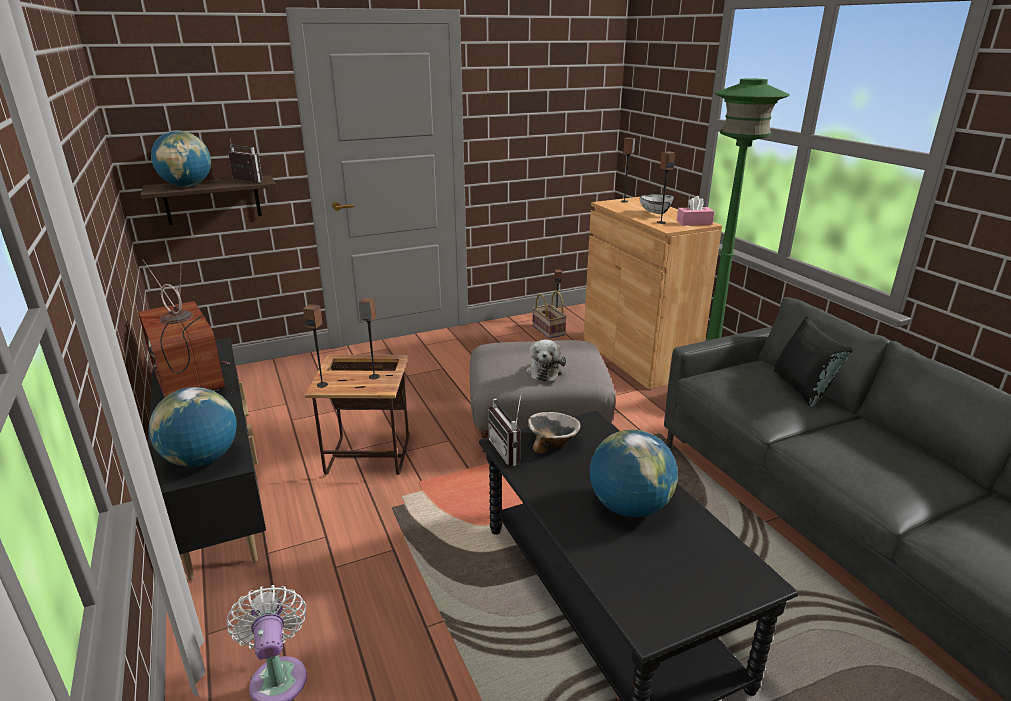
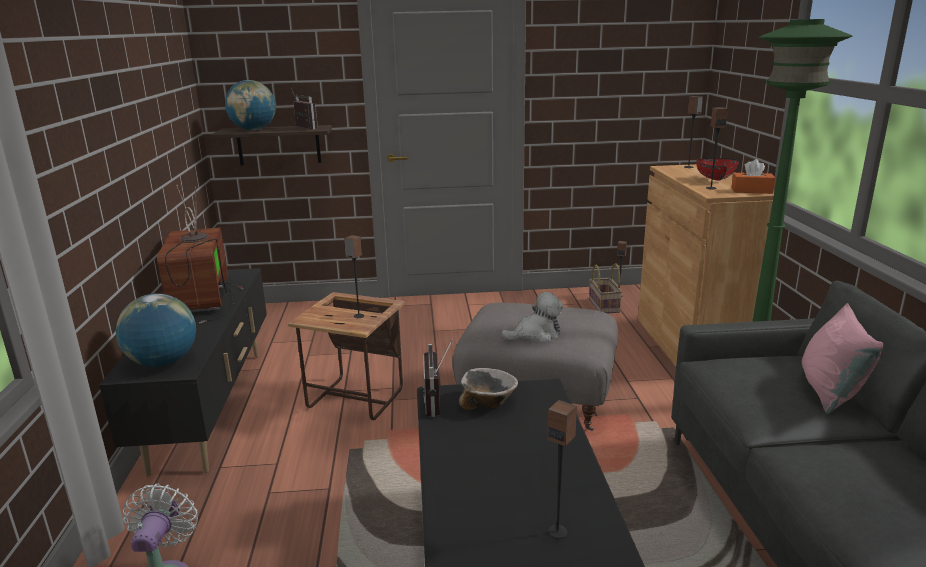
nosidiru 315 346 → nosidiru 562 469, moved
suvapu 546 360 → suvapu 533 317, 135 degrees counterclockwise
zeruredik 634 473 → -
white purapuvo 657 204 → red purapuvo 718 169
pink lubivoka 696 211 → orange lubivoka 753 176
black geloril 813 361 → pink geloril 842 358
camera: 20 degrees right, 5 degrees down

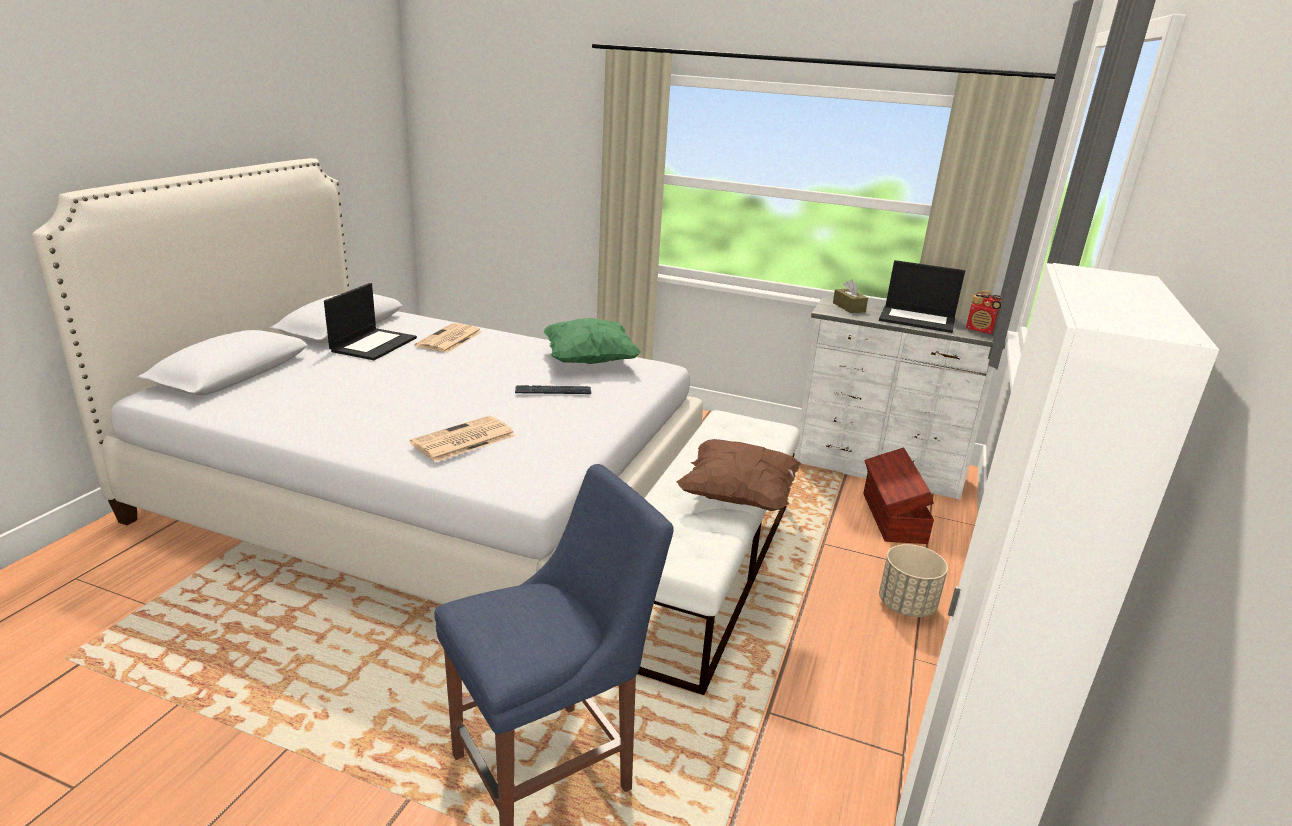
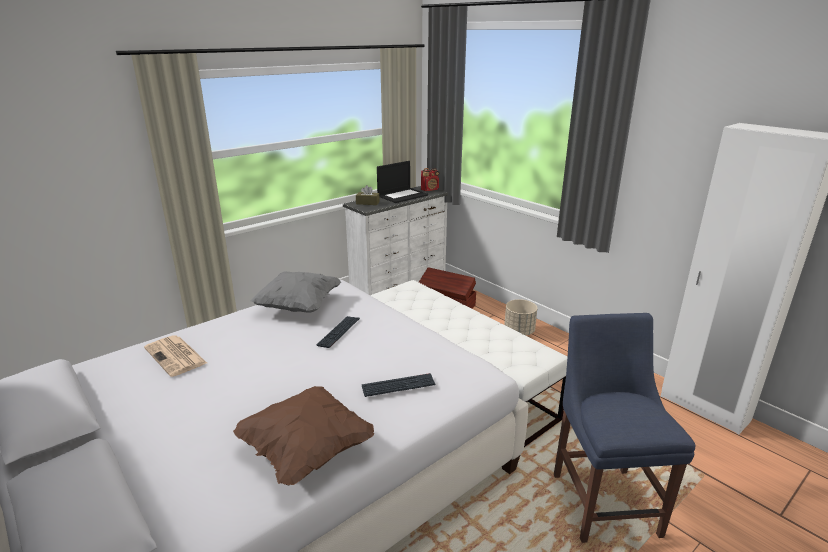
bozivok 370 321 → -
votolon 463 439 → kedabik 399 385
green geloril 592 341 → grey geloril 296 291
brown geloril 739 475 → brown geloril 303 435, moved
camera: 60 degrees left, 0 degrees up

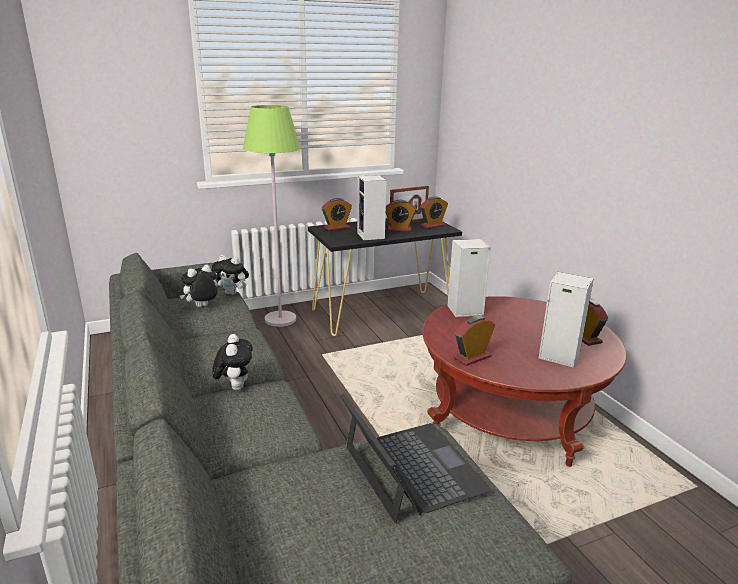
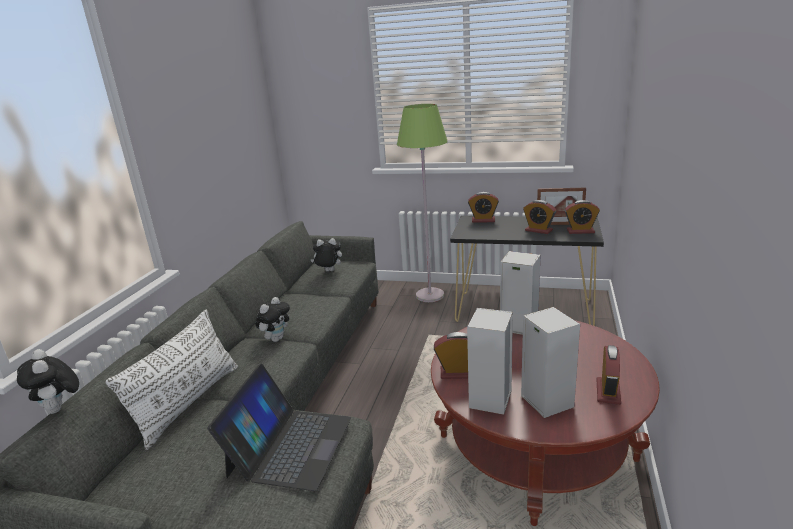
suvapu 230 275 → suvapu 48 381, moved
nosidiru 371 207 → nosidiru 490 361, moved
- → white geloril 171 380
camera: 40 degrees right, 0 degrees up

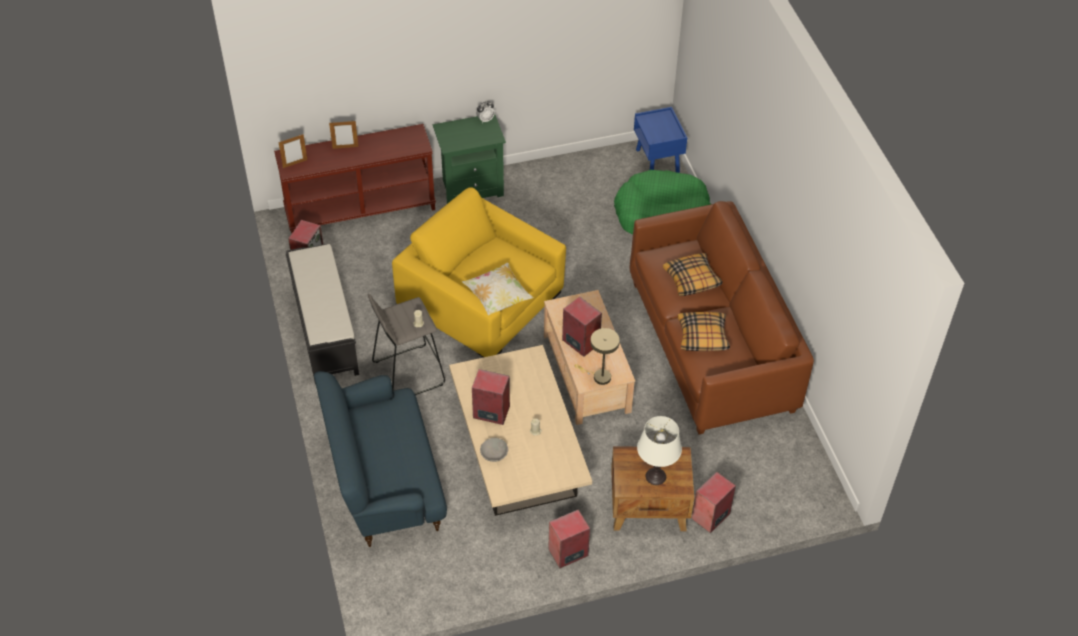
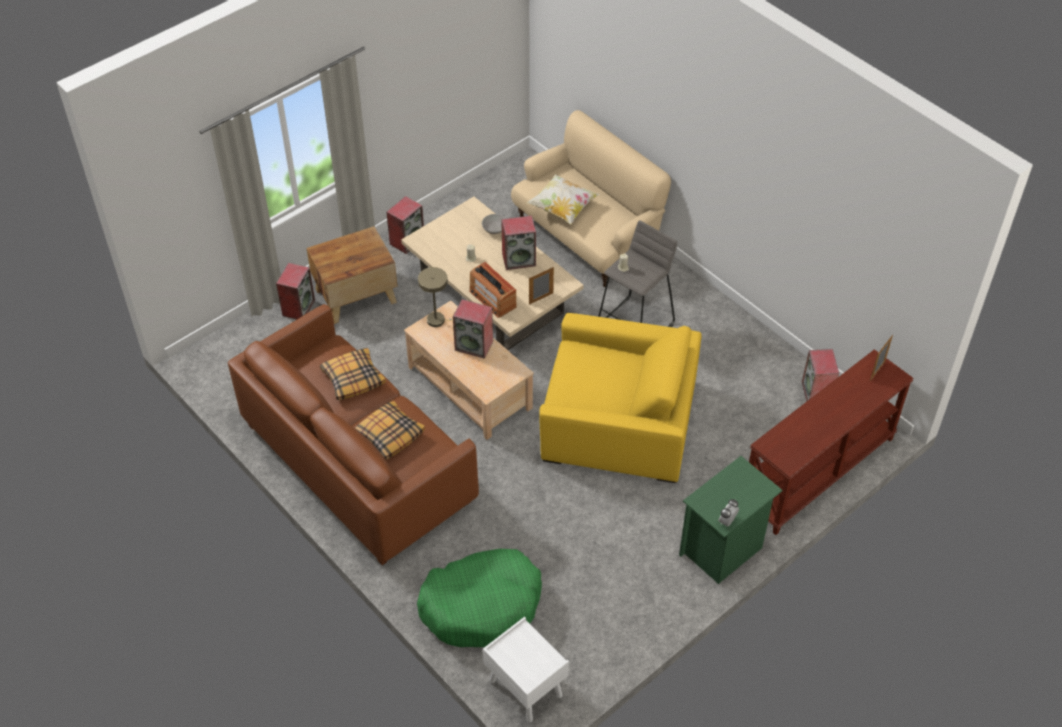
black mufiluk 322 314 → -
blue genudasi 380 459 → beige genudasi 591 198
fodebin 344 135 → fodebin 541 286, moved
geloril 498 289 → geloril 563 199, moved
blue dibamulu 660 140 → white dibamulu 526 669
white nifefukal 659 450 → -
- → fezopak 492 290
camera: 155 degrees right, 0 degrees up

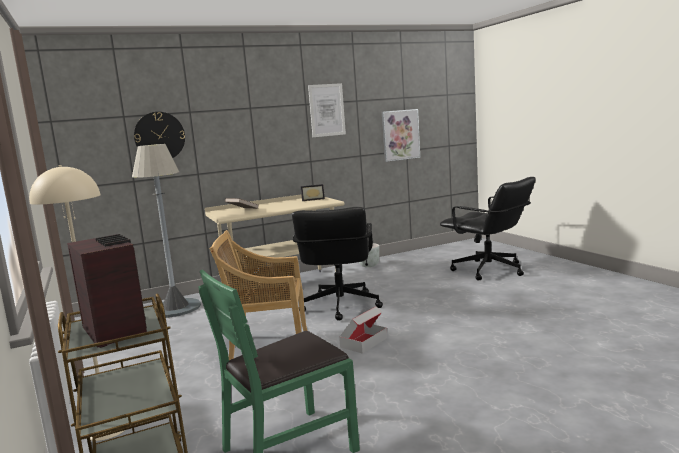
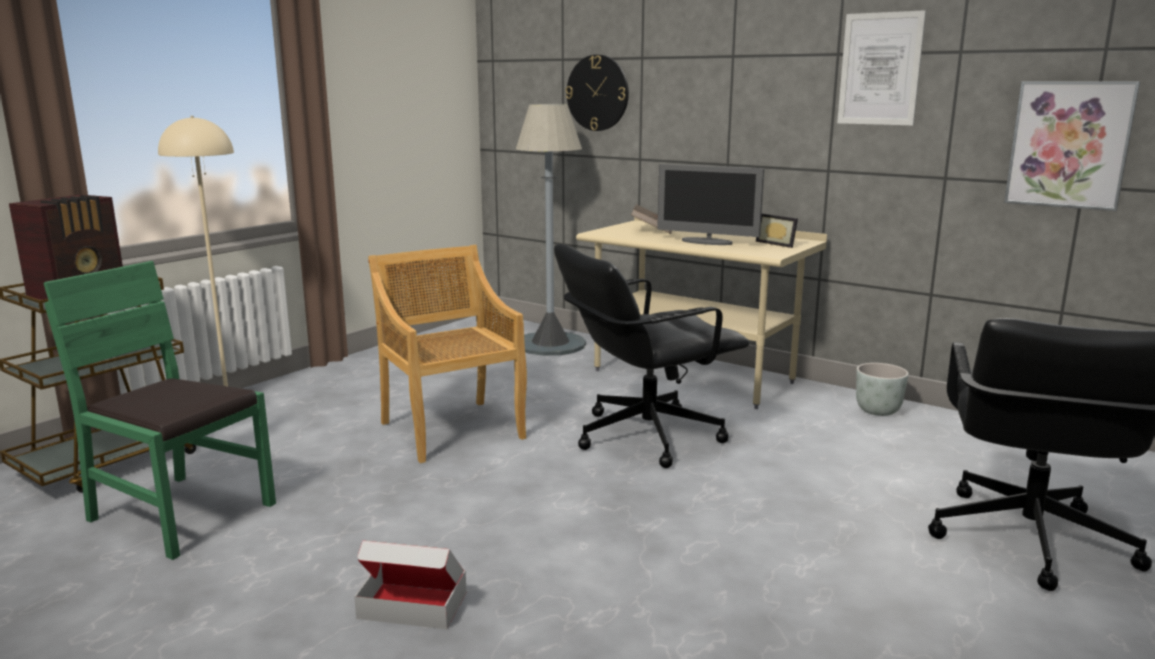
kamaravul 363 330 → kamaravul 410 584, moved
- → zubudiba 710 204
camera: 60 degrees right, 5 degrees up

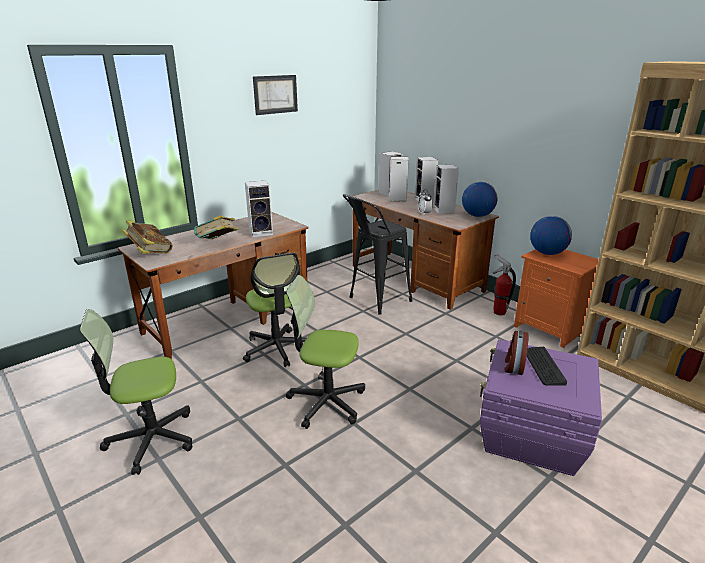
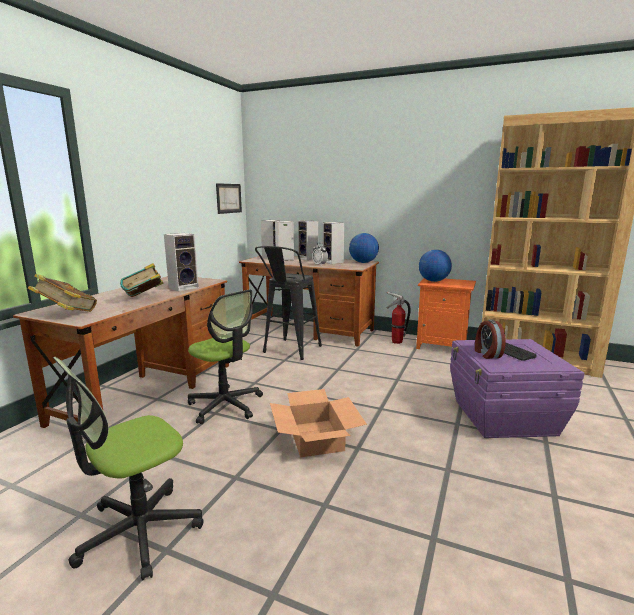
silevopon 275 95 → silevopon 229 198, moved
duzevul 325 352 → kamaravul 318 423
camera: 25 degrees left, 10 degrees down

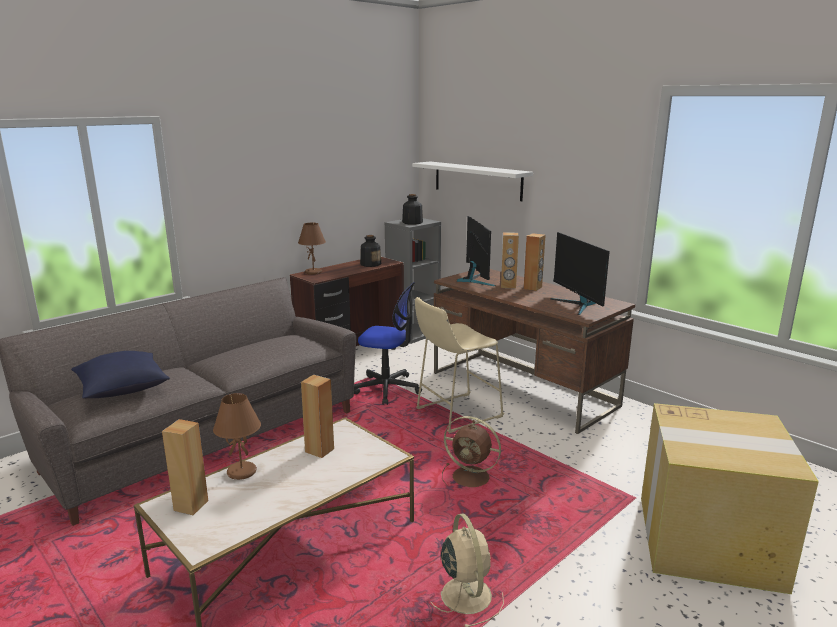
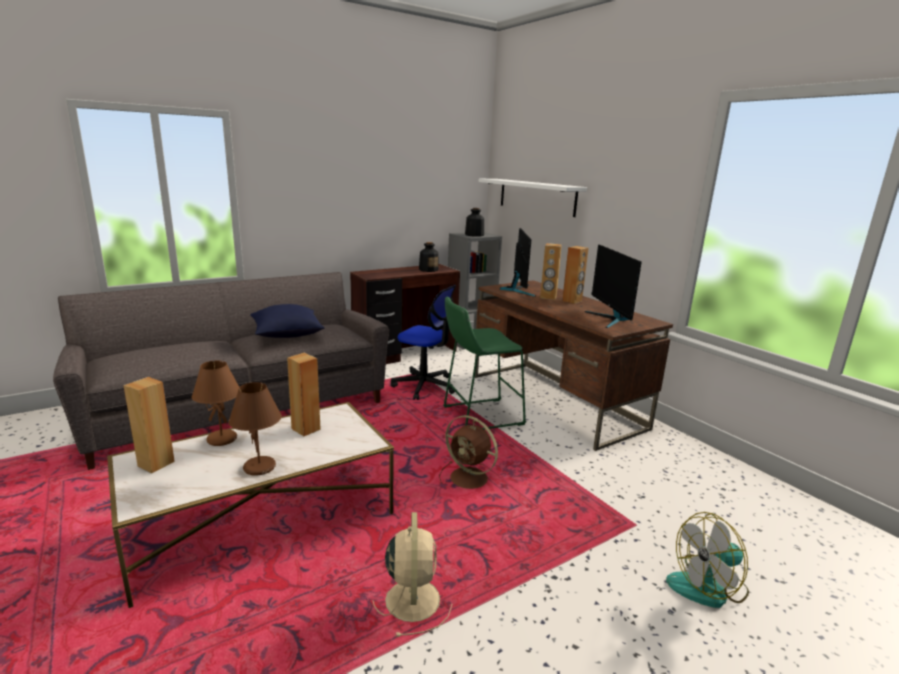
blue geloril 120 374 → blue geloril 287 321, moved
brown nifefukal 312 249 → brown nifefukal 255 429, moved
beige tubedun 459 365 → green tubedun 485 363
kamaravul 730 498 → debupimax 707 560
camera: 10 degrees right, 0 degrees up

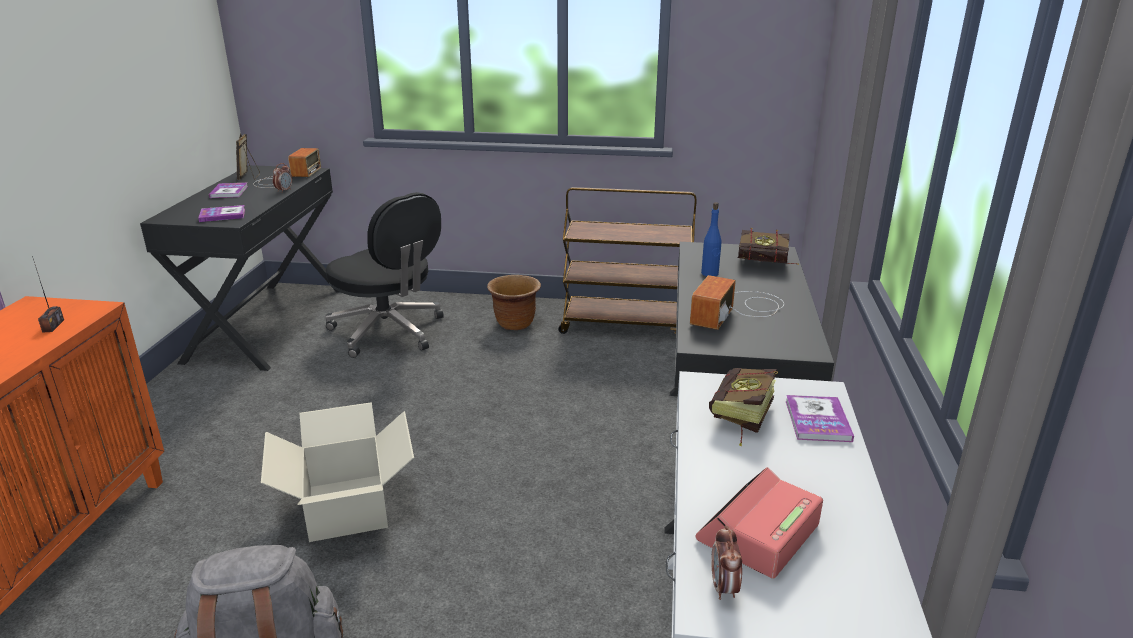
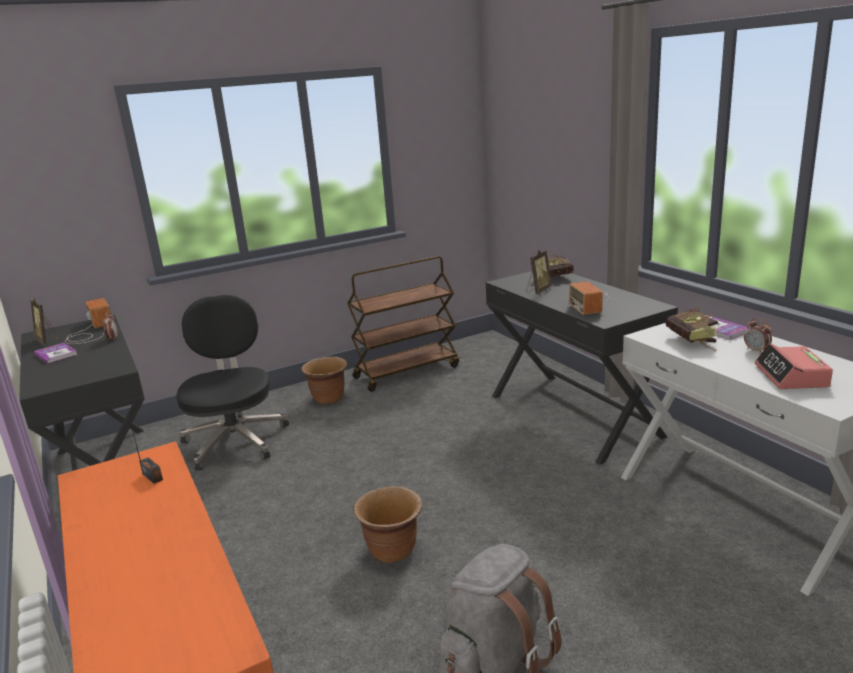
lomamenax 221 213 → -
kamaravul 337 472 → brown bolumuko 387 524
black duzevul 384 275 → black duzevul 232 382, 105 degrees counterclockwise
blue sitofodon 711 239 → fodebin 539 272
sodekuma 726 562 → sodekuma 758 335, moved
camera: 35 degrees left, 5 degrees down

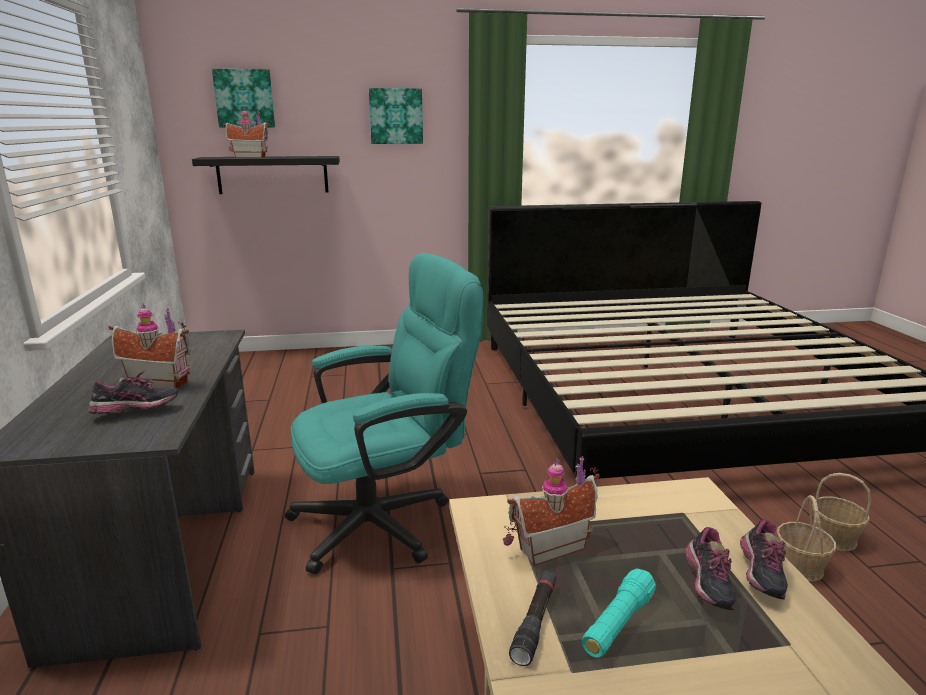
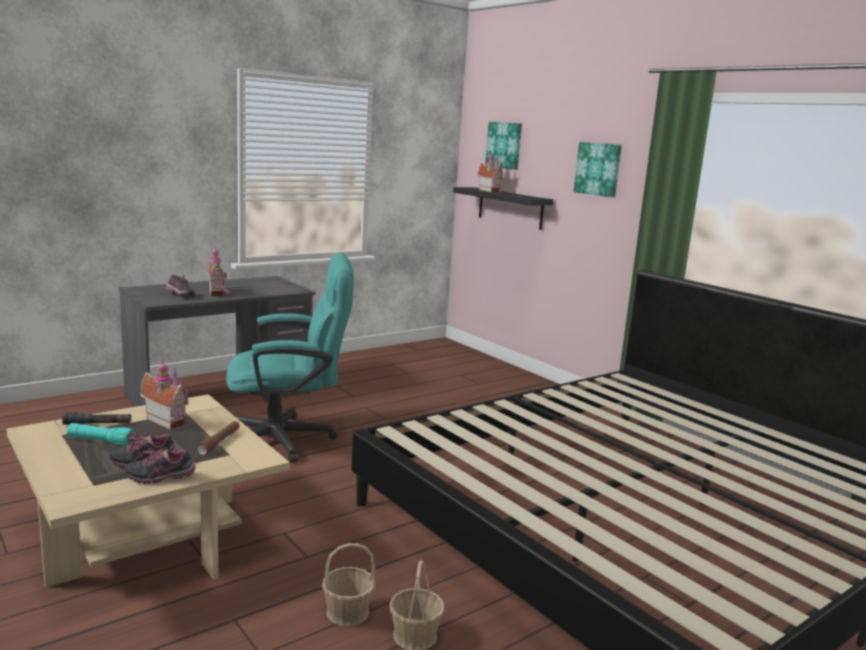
turquoise duzevul 384 413 → turquoise duzevul 290 358, 45 degrees counterclockwise
- → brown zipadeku 218 438
camera: 60 degrees right, 5 degrees down

